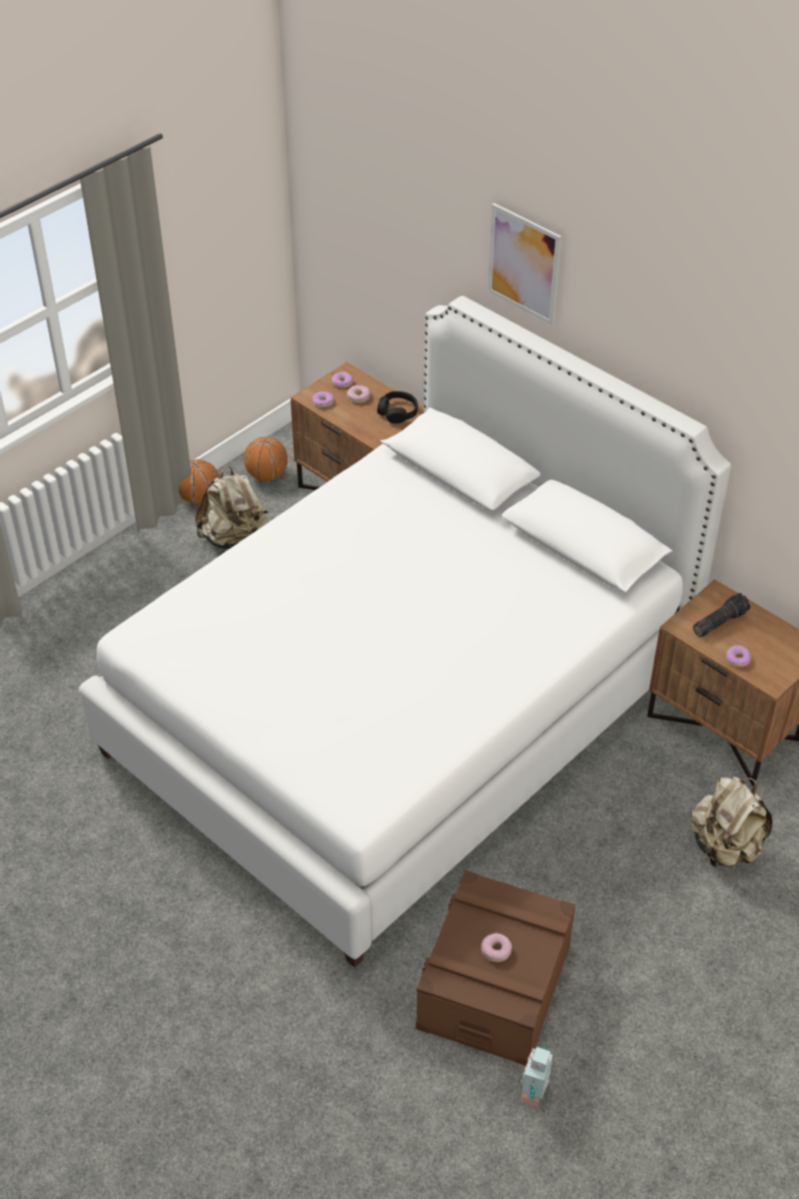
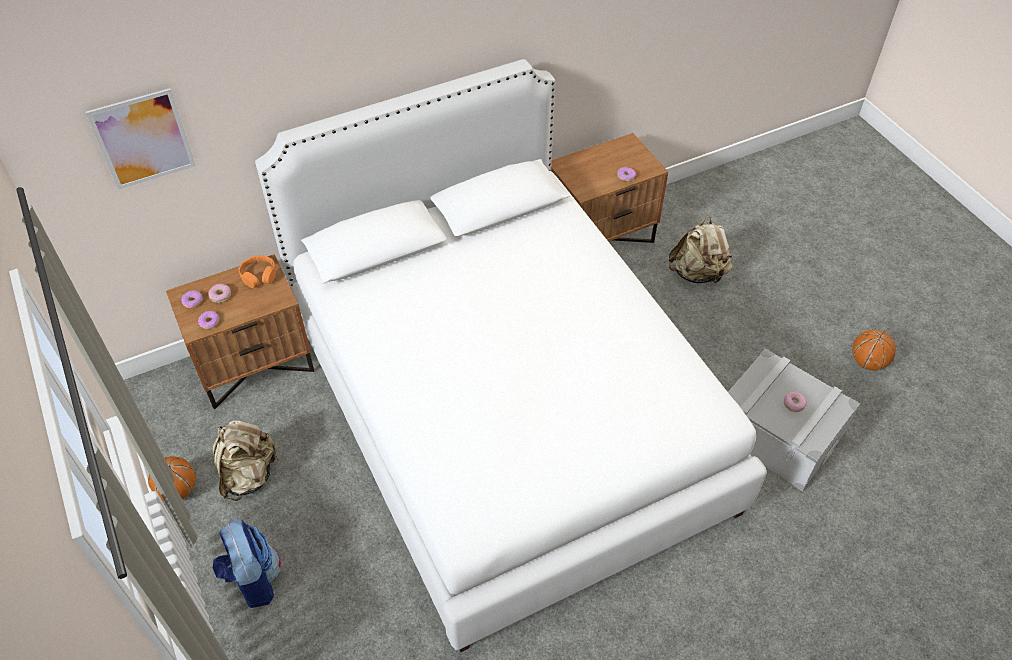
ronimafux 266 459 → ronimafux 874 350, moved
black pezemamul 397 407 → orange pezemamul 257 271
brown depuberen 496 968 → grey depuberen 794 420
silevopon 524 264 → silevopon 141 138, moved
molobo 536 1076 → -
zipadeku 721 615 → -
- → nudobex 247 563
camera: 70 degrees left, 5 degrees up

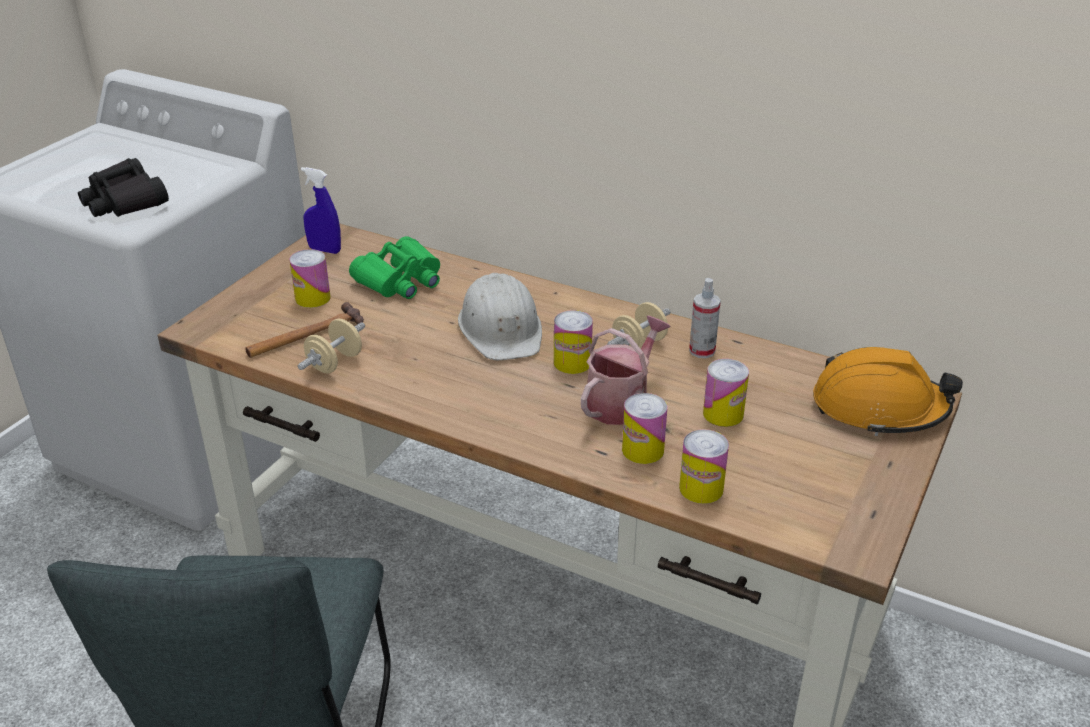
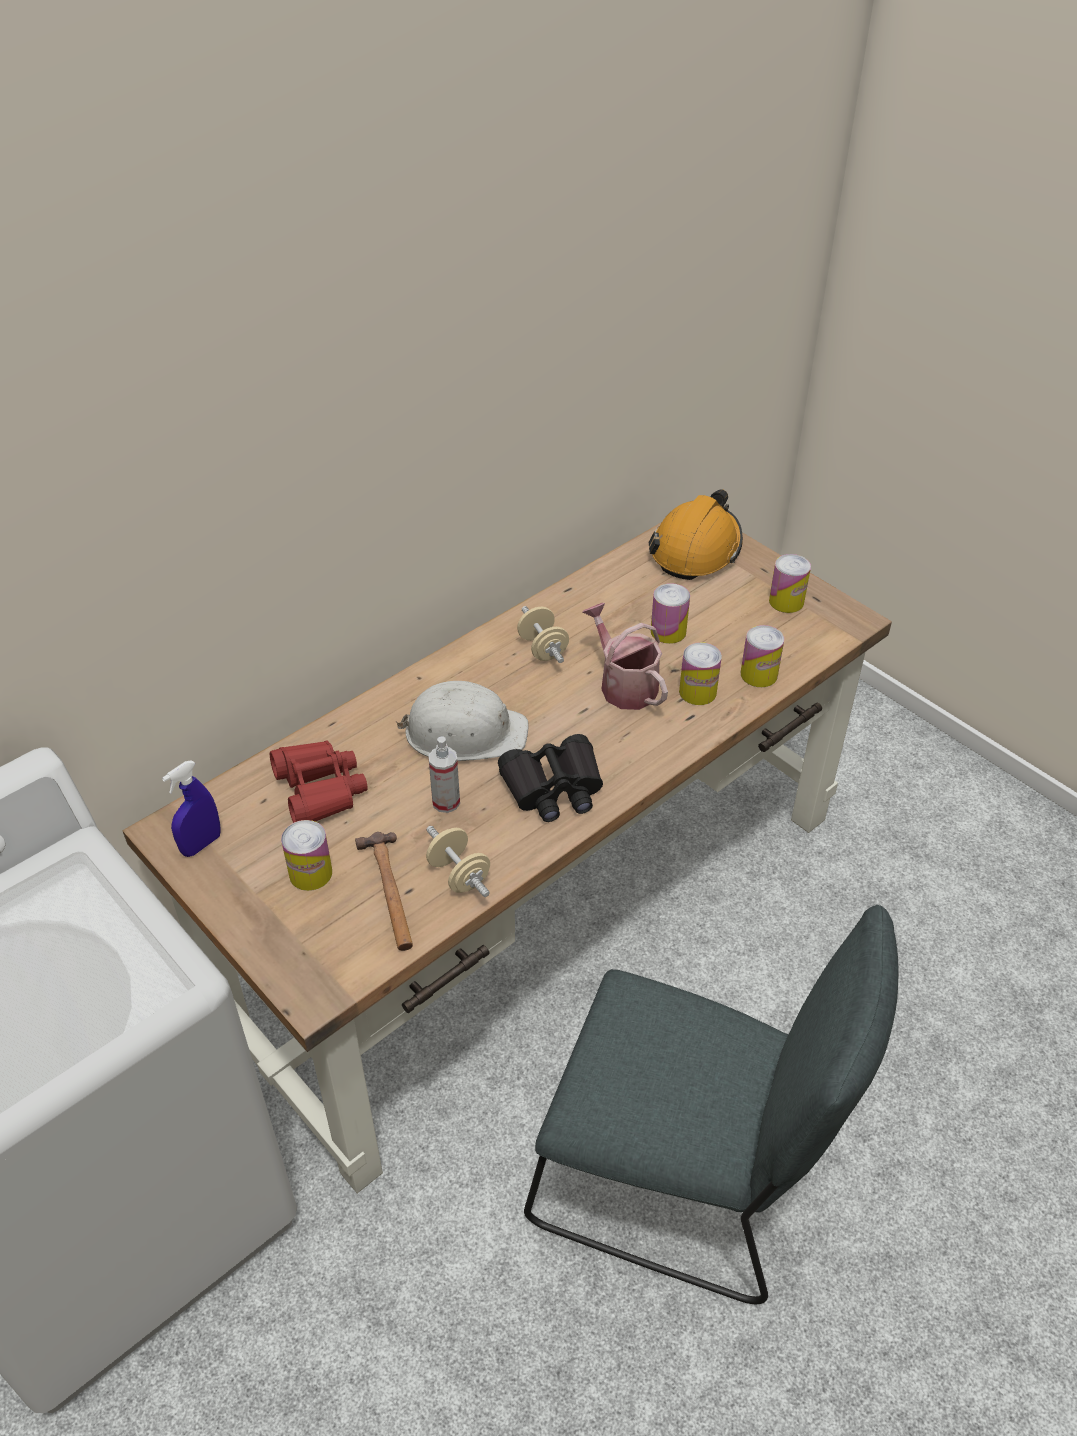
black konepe 123 187 → black konepe 550 778, moved
green konepe 394 267 → red konepe 319 781
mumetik 573 342 → mumetik 790 583, moved
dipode 705 318 → dipode 444 774, moved
camera: 70 degrees left, 10 degrees up

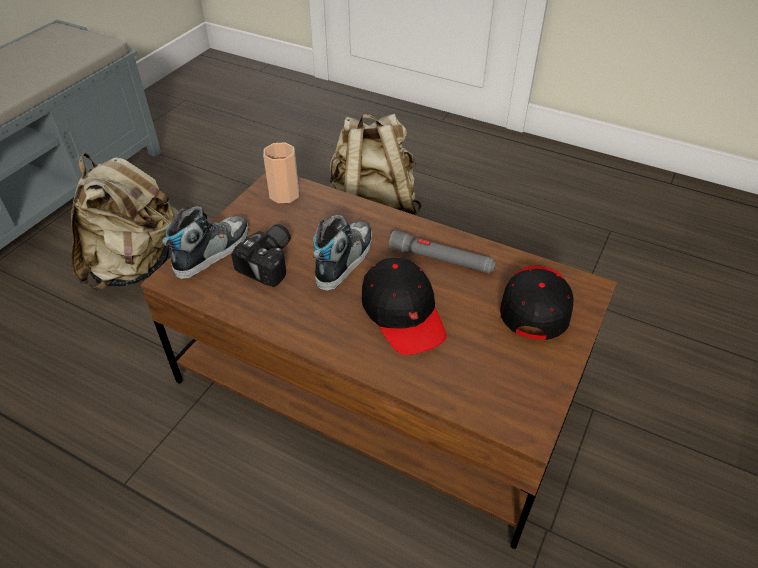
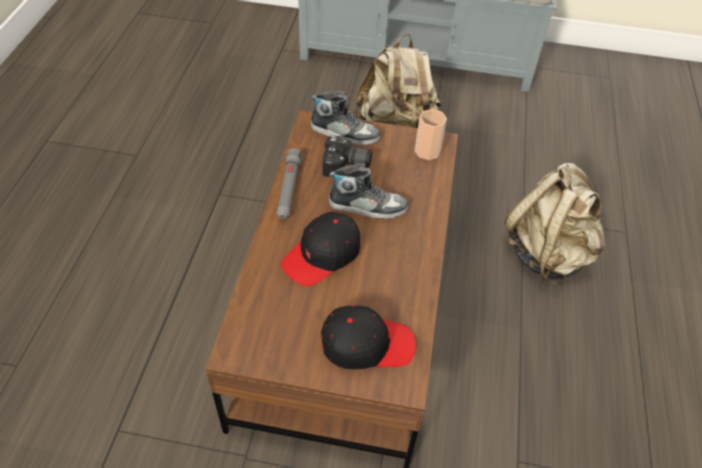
grey zipadeku 442 252 → grey zipadeku 289 184, moved
camera: 70 degrees right, 5 degrees up

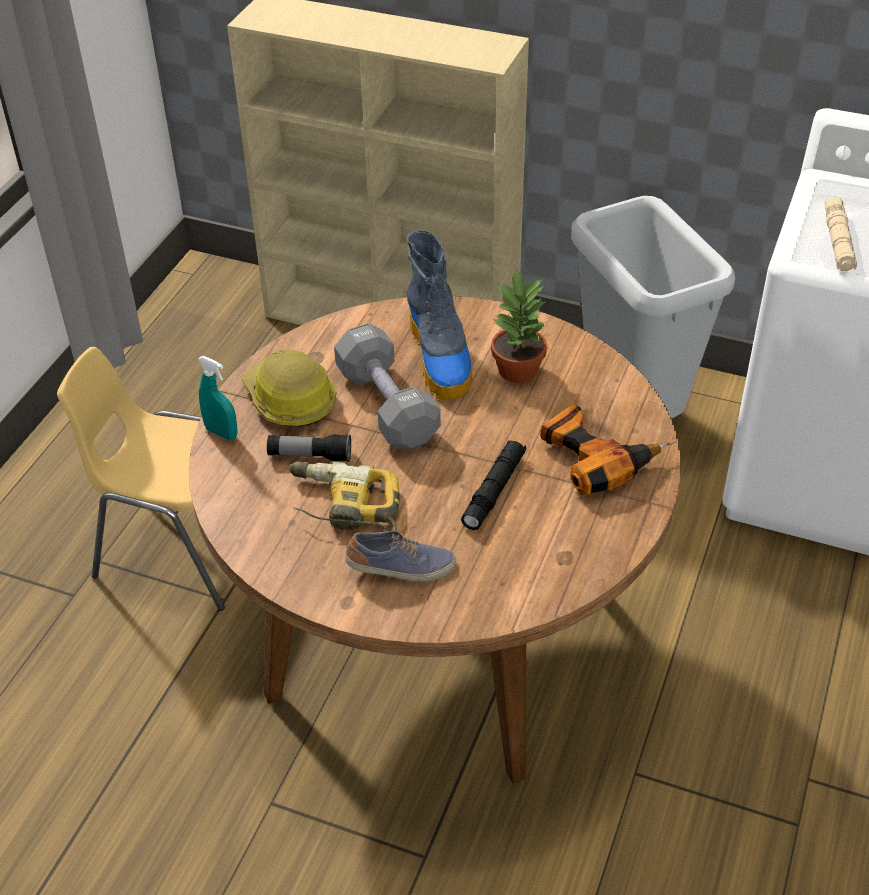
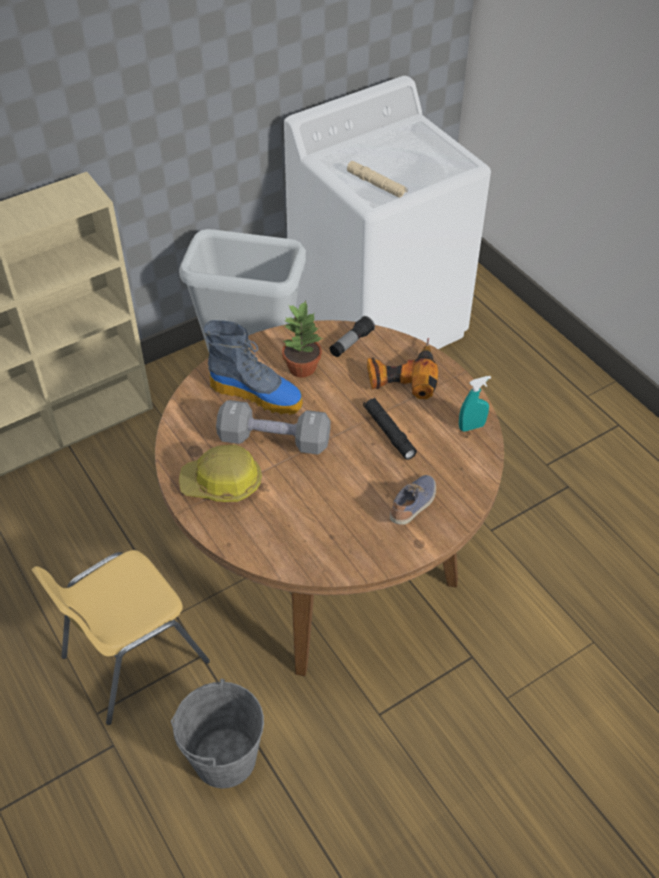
turquoise dipode 218 398 → turquoise dipode 475 404, moved
zipadeku 309 448 → zipadeku 352 336, moved
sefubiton 344 496 → -
- → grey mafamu 217 733
camera: 55 degrees left, 5 degrees up

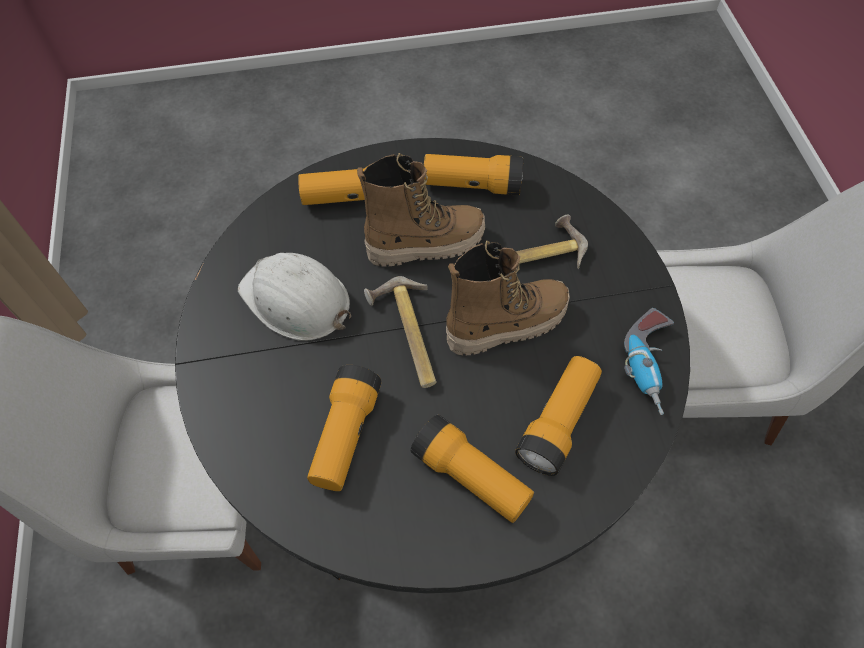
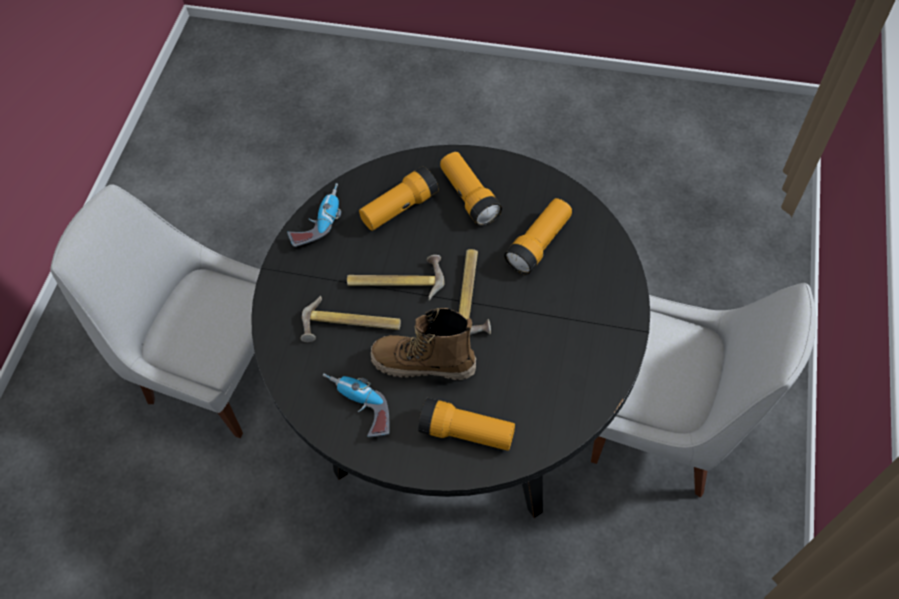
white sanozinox 294 297 → -
zipadeku 473 174 → sefubiton 356 405
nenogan 508 297 → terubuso 396 278
camera: 155 degrees left, 0 degrees up

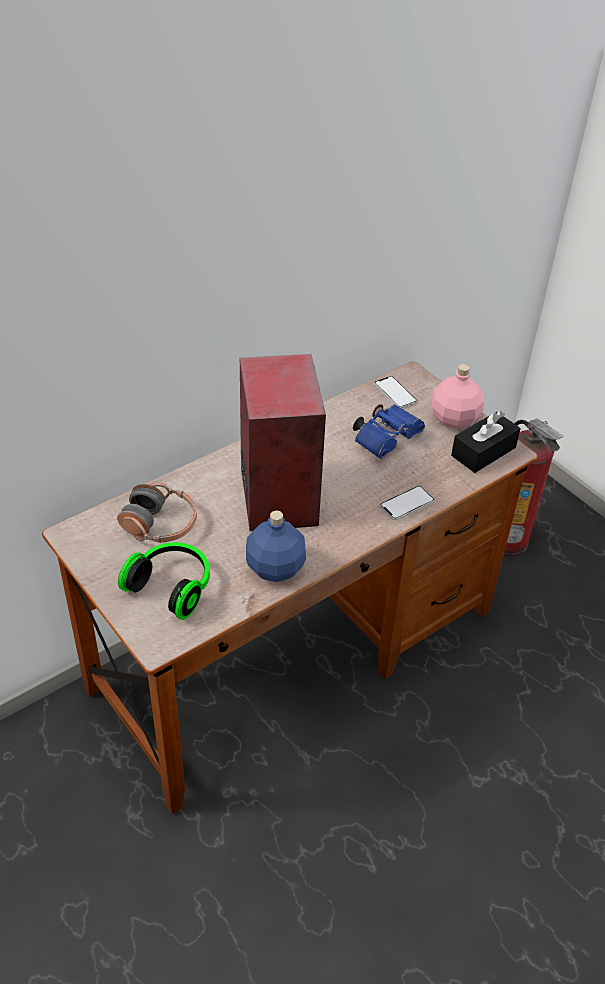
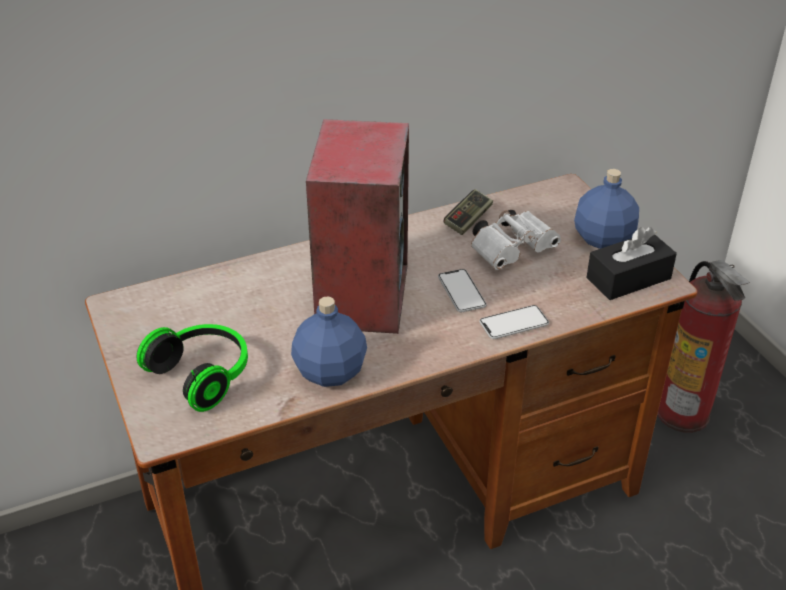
pezemamul 157 513 → -
blue konepe 389 431 → white konepe 516 240
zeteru 395 392 → zeteru 462 290, moved
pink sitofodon 457 396 → blue sitofodon 606 209
- → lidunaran 468 212
camera: 15 degrees right, 5 degrees down

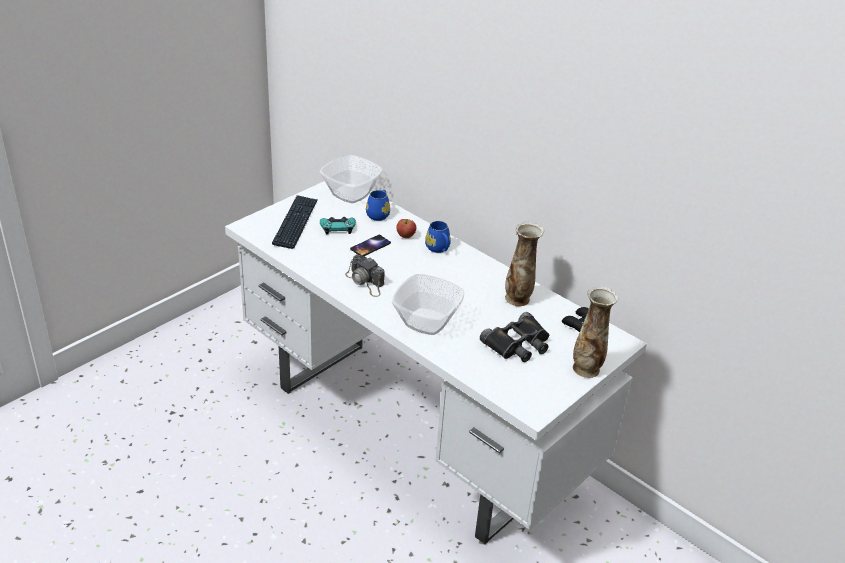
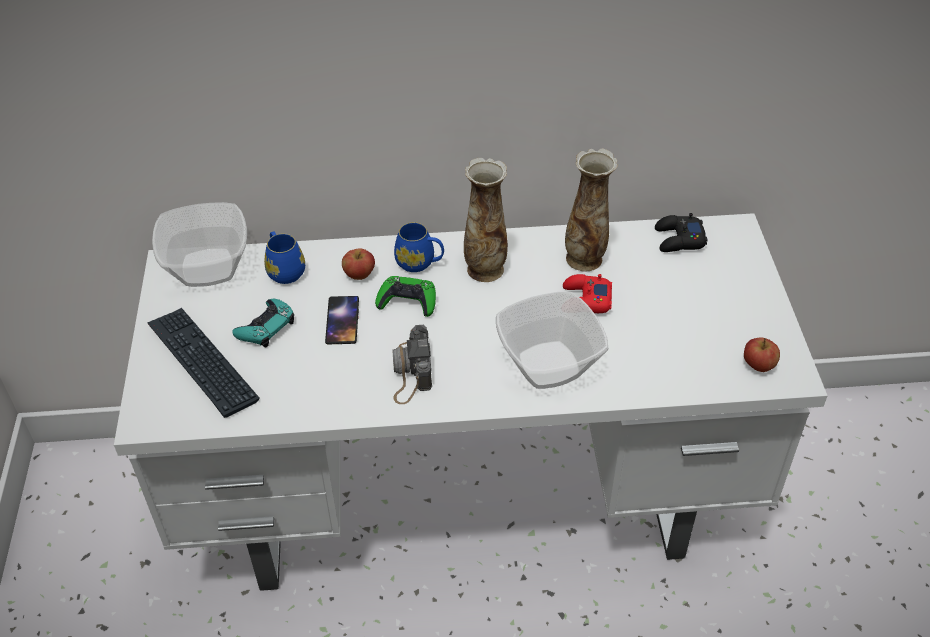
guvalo 365 276 → guvalo 412 364, 90 degrees clockwise
black konepe 514 337 → -
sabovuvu 596 332 → sabovuvu 486 220, moved
- → green lidunaran 405 296
- → red lidunaran 587 293
- → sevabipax 762 354
camera: 45 degrees left, 10 degrees up

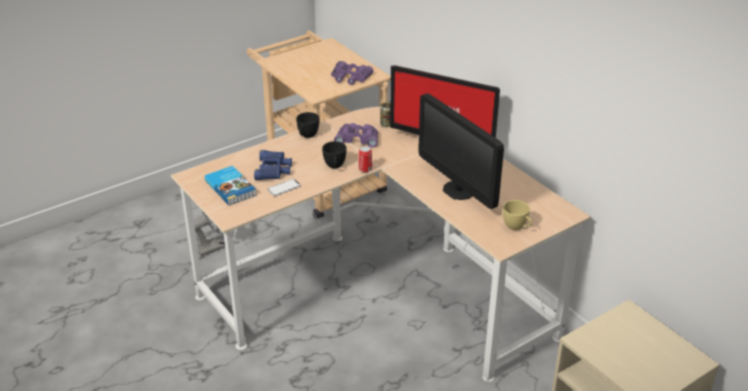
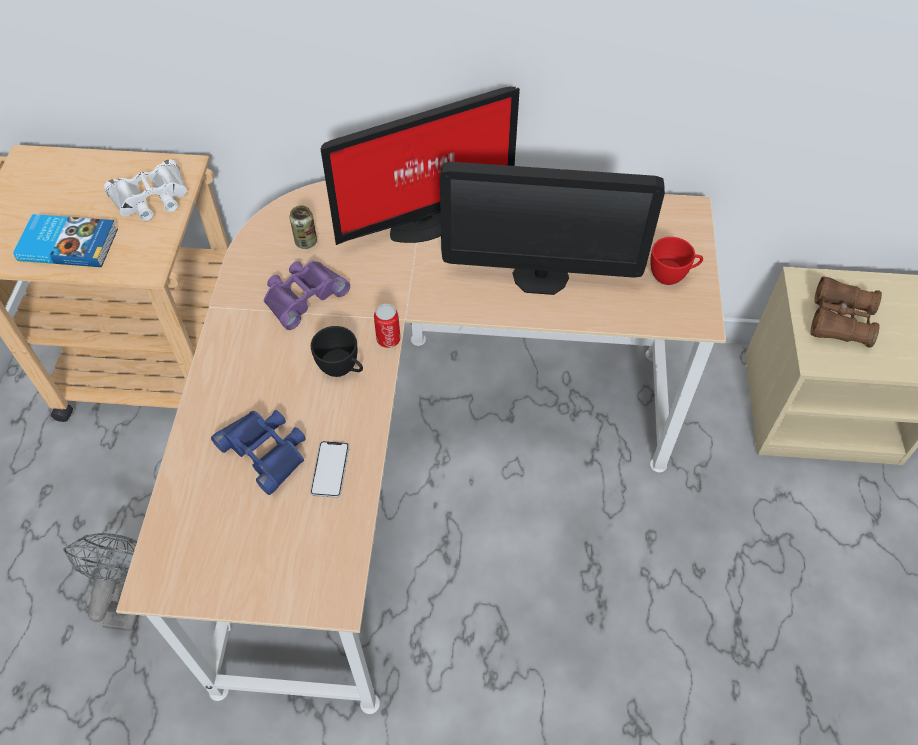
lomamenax 231 185 → lomamenax 65 240, moved
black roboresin 307 125 → -
purple konepe 352 73 → white konepe 145 190
yellow roboresin 517 215 → red roboresin 676 261
- → brown konepe 846 311
camera: 50 degrees left, 20 degrees up

